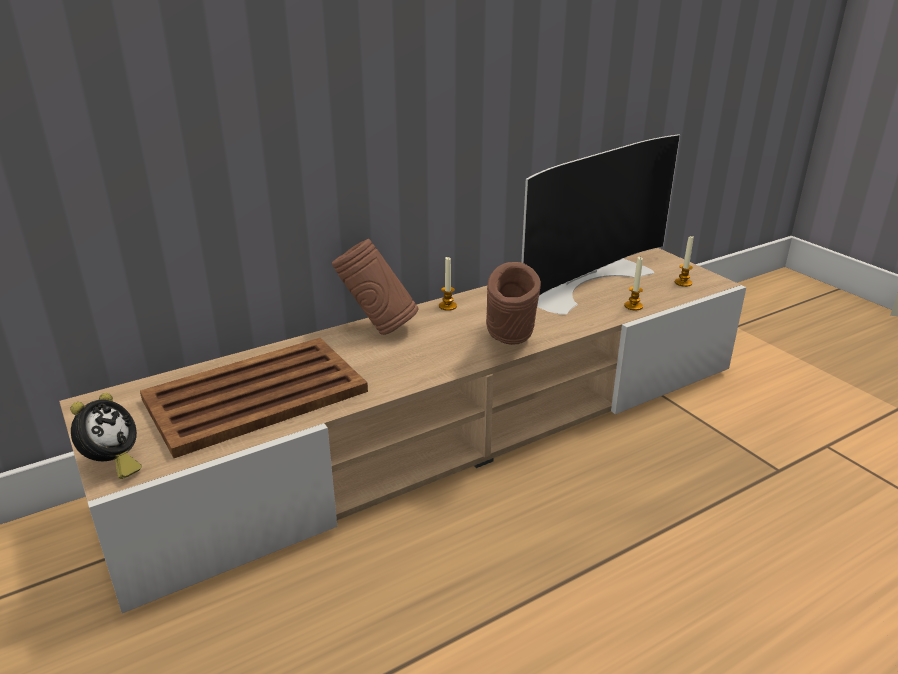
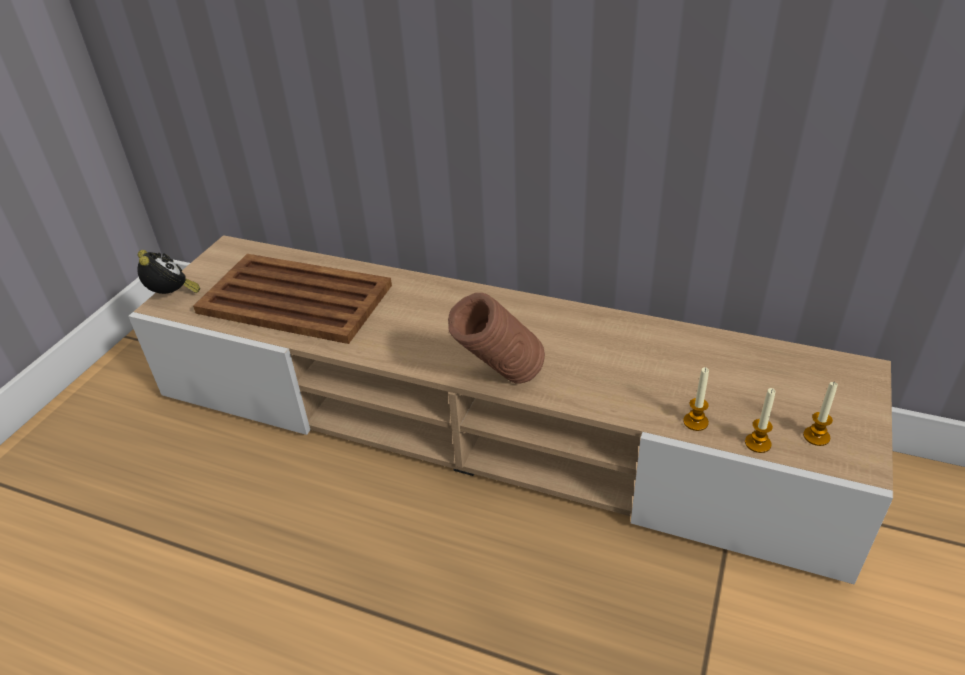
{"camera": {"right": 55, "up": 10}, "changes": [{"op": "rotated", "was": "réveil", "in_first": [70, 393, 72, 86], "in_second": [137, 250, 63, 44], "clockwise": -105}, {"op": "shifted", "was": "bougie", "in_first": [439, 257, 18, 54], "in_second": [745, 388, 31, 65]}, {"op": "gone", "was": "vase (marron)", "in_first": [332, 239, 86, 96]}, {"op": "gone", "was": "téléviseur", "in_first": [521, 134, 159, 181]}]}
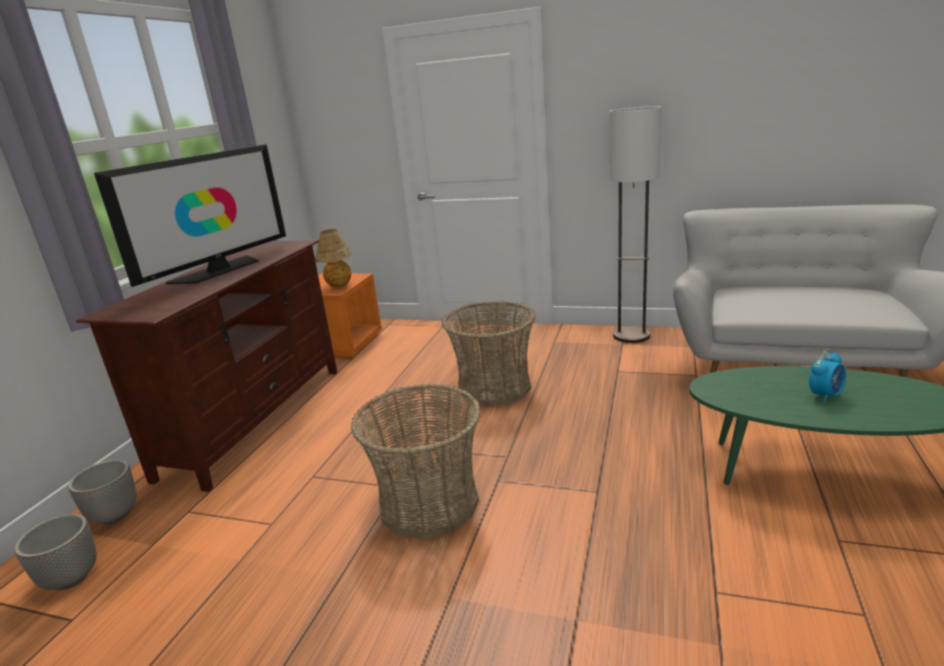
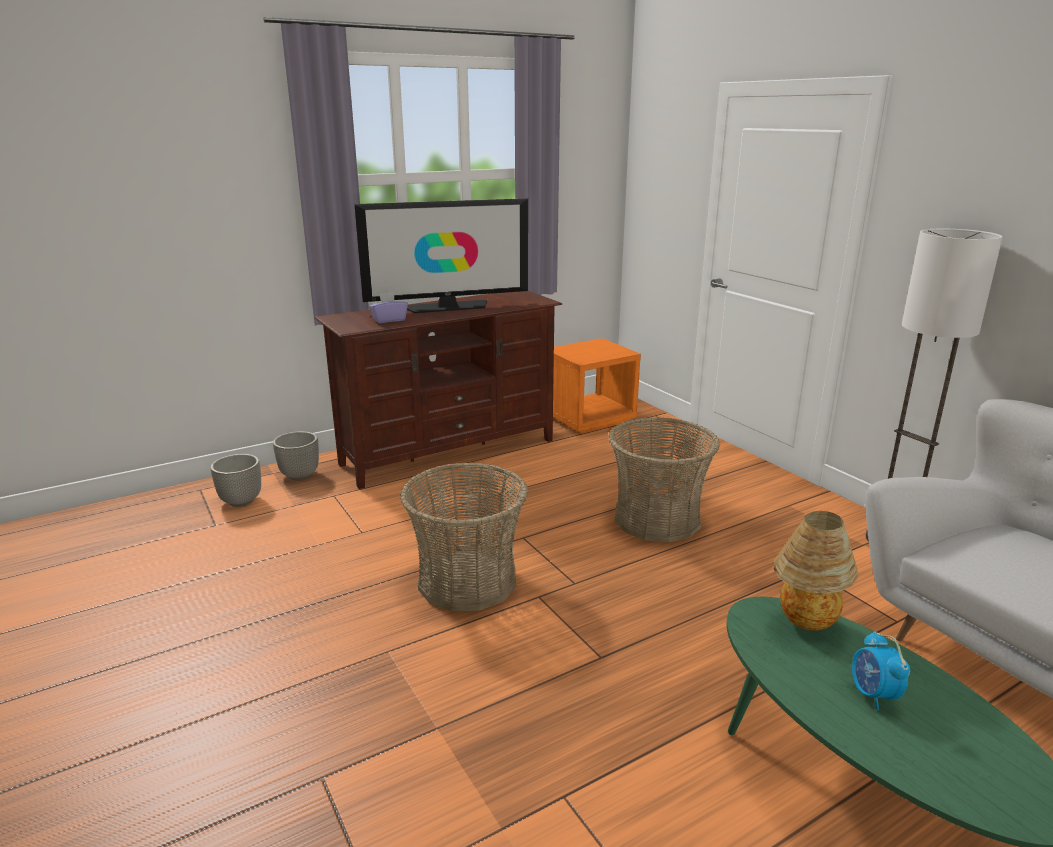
{"camera": {"right": 40, "up": 0}, "changes": [{"op": "new", "now": "boîte à mouchoirs (violet)", "in_second": [369, 292, 39, 31]}, {"op": "shifted", "was": "lampe de table", "in_first": [315, 229, 37, 59], "in_second": [774, 511, 84, 120]}, {"op": "rotated", "was": "réveil", "in_first": [809, 350, 37, 53], "in_second": [852, 631, 58, 79], "clockwise": 75}]}
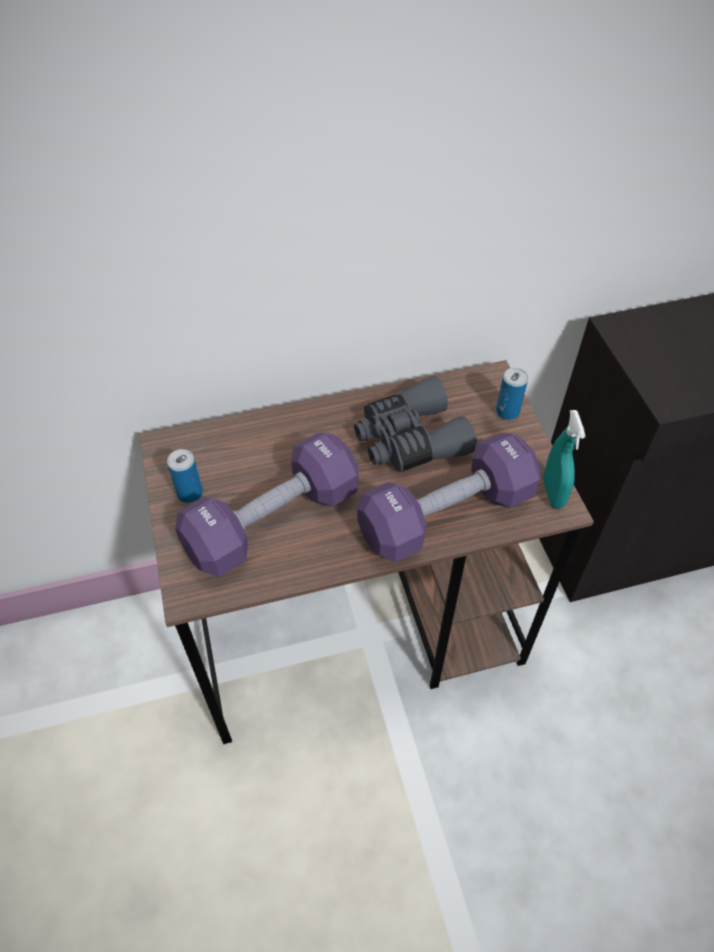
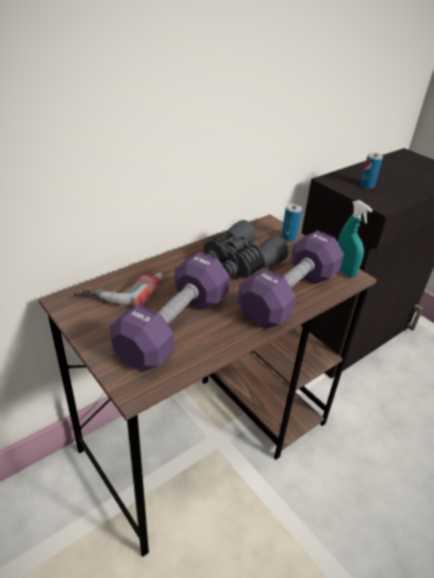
{"camera": {"right": -25, "up": -15}, "changes": [{"op": "new", "now": "perceuse", "in_second": [73, 273, 90, 34]}, {"op": "shifted", "was": "boîte métallique", "in_first": [167, 449, 36, 54], "in_second": [360, 153, 23, 35]}]}
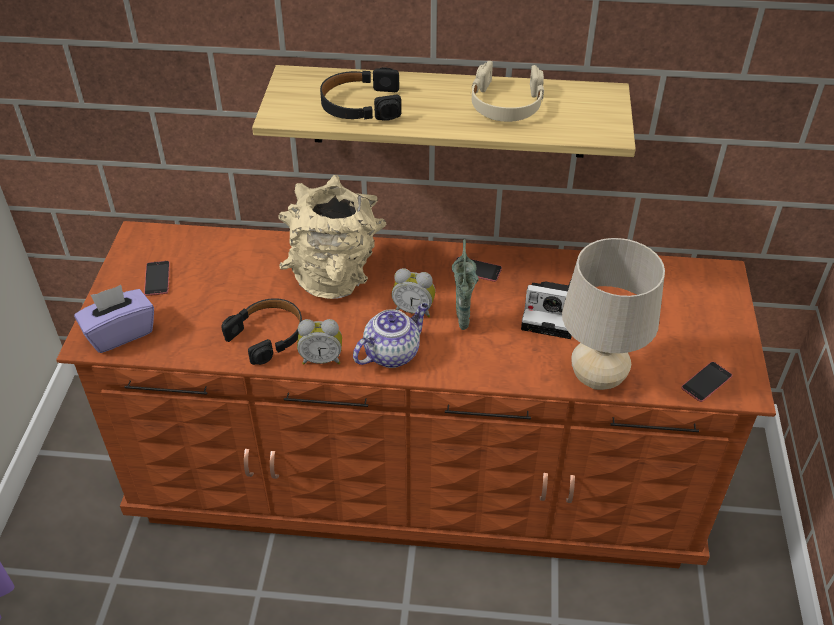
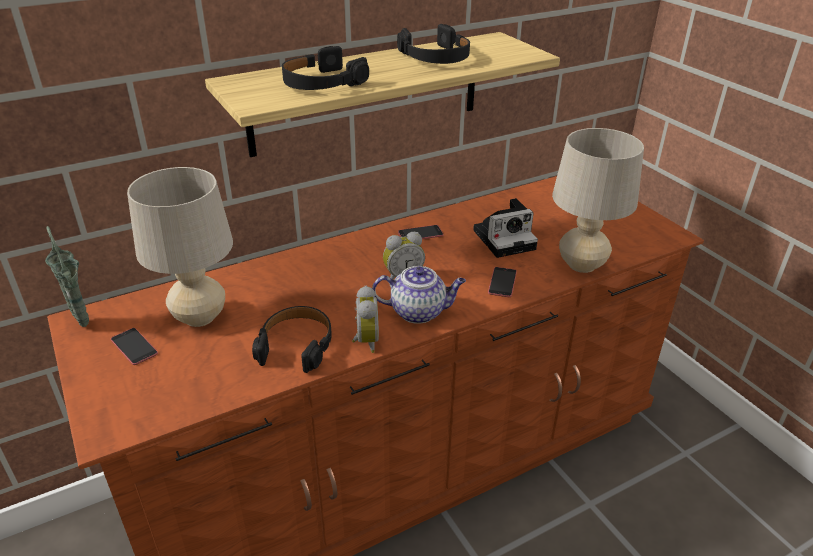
{"camera": {"right": -35, "up": -10}, "changes": [{"op": "shifted", "was": "vase (vert)", "in_first": [452, 239, 27, 91], "in_second": [45, 226, 44, 101]}, {"op": "new", "now": "lampe de table (beige)", "in_second": [127, 167, 106, 160]}, {"op": "rotated", "was": "réveil", "in_first": [297, 319, 45, 46], "in_second": [352, 286, 27, 67], "clockwise": -60}, {"op": "rotated", "was": "théière", "in_first": [353, 303, 75, 65], "in_second": [372, 266, 94, 58], "clockwise": 75}, {"op": "repainted", "was": "casque audio (beige)", "now": "casque audio (noir)", "in_first": [471, 61, 73, 61], "in_second": [397, 24, 73, 40]}, {"op": "shifted", "was": "téléphone", "in_first": [681, 362, 51, 40], "in_second": [488, 267, 29, 30]}, {"op": "gone", "was": "boîte à mouchoirs (violet)", "in_first": [74, 285, 80, 68]}, {"op": "gone", "was": "vase (beige)", "in_first": [279, 175, 107, 124]}]}
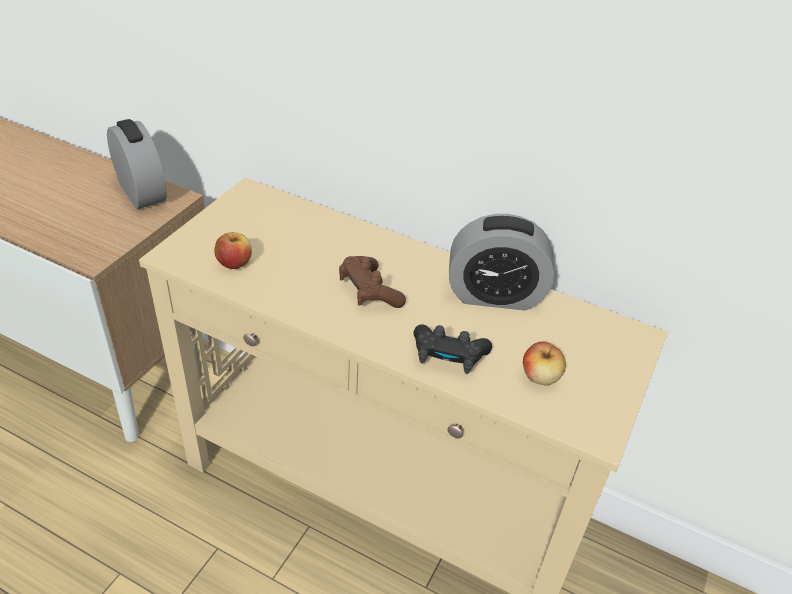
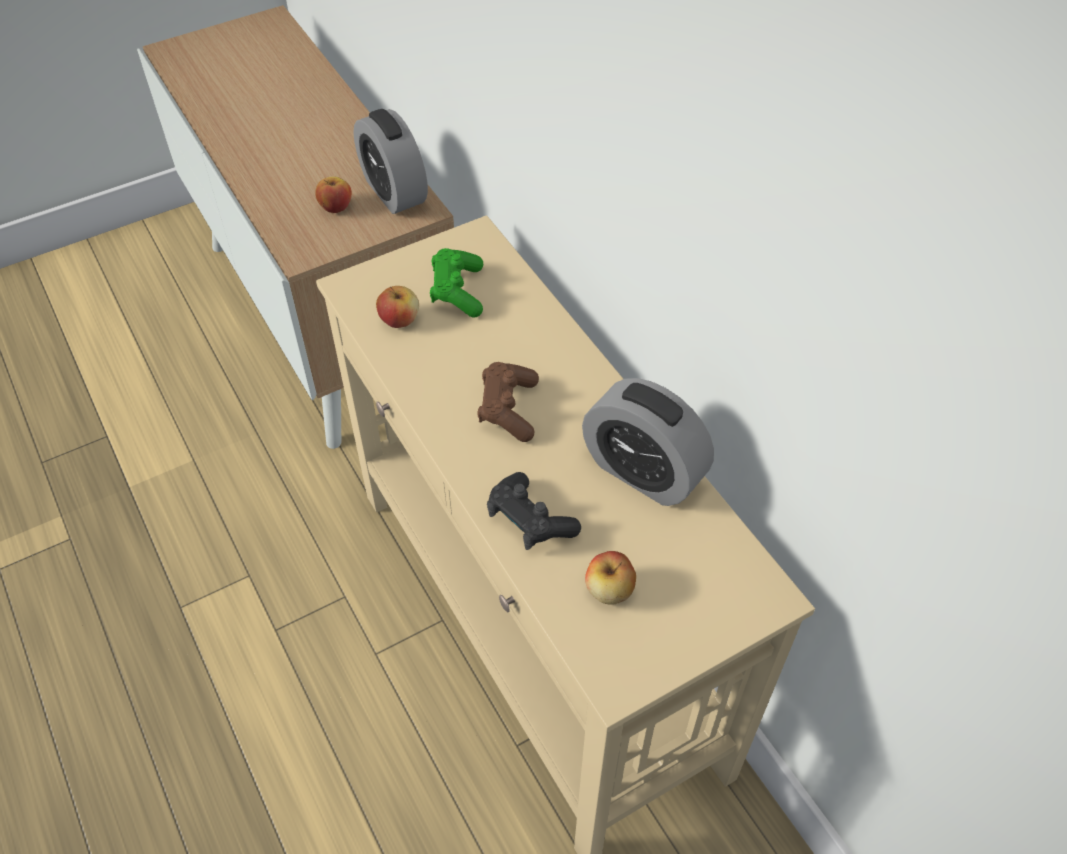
{"camera": {"right": 35, "up": 10}, "changes": [{"op": "new", "now": "pomme", "in_second": [315, 177, 37, 36]}, {"op": "rotated", "was": "réveil", "in_first": [107, 119, 60, 90], "in_second": [353, 109, 75, 105], "clockwise": 150}, {"op": "new", "now": "manette (vert)", "in_second": [430, 248, 53, 70]}]}
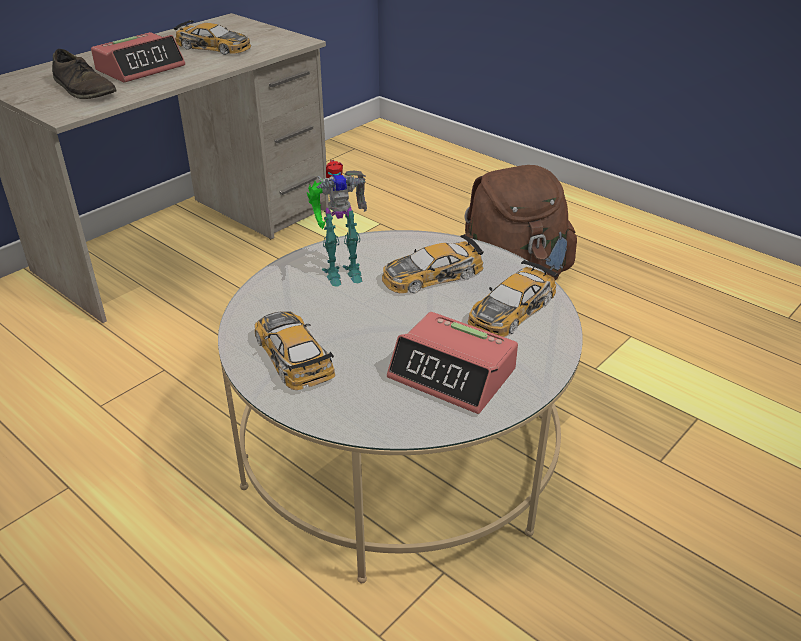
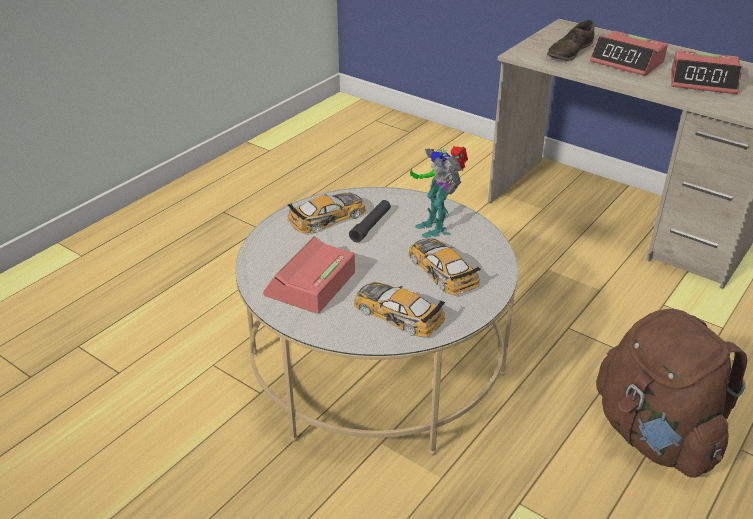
{"camera": {"right": 85, "up": 0}, "changes": [{"op": "new", "now": "lampe de poche (noir)", "in_second": [349, 200, 42, 43]}, {"op": "swapped", "was": "petite voiture", "now": "réveil", "in_first": [174, 20, 77, 35], "in_second": [671, 50, 72, 44]}]}
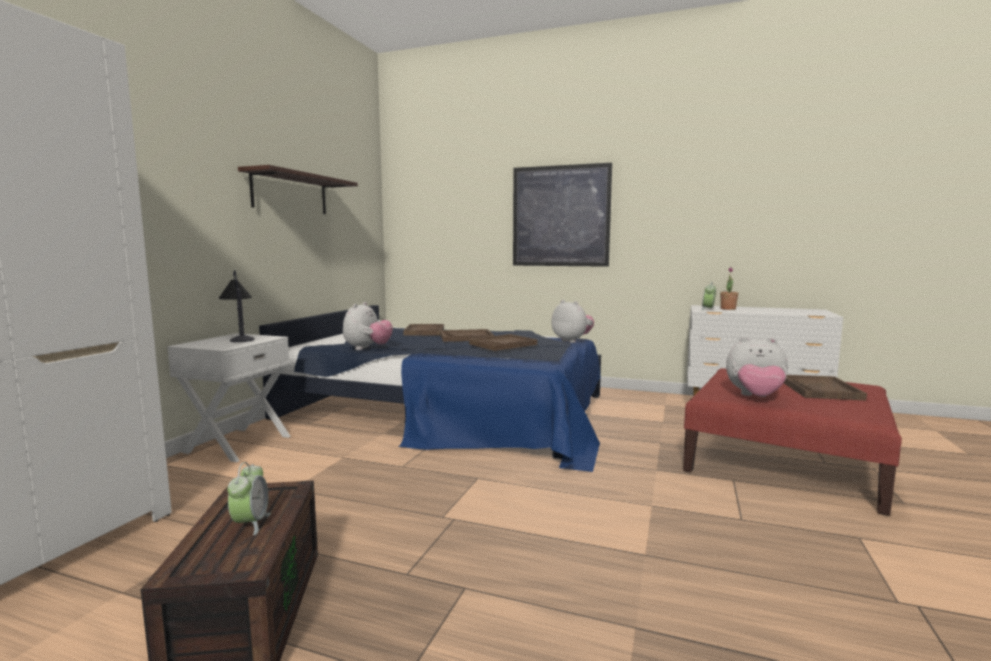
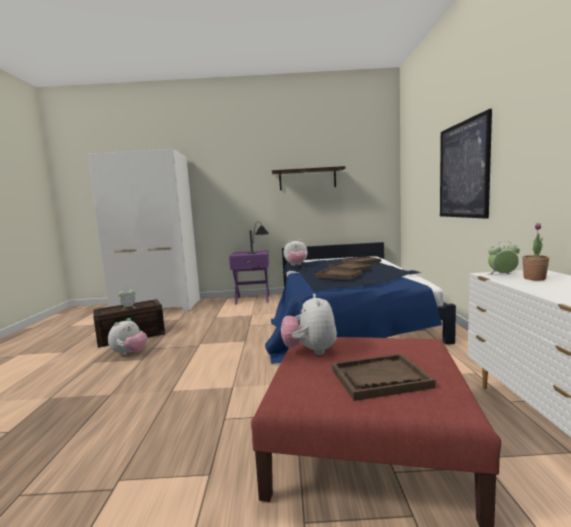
{"camera": {"right": 70, "up": 0}, "changes": [{"op": "shifted", "was": "peluche", "in_first": [551, 300, 43, 43], "in_second": [108, 318, 39, 38]}, {"op": "repainted", "was": "table de chevet (blanc)", "now": "table de chevet (violet)", "in_first": [167, 333, 124, 129], "in_second": [229, 250, 40, 54]}]}
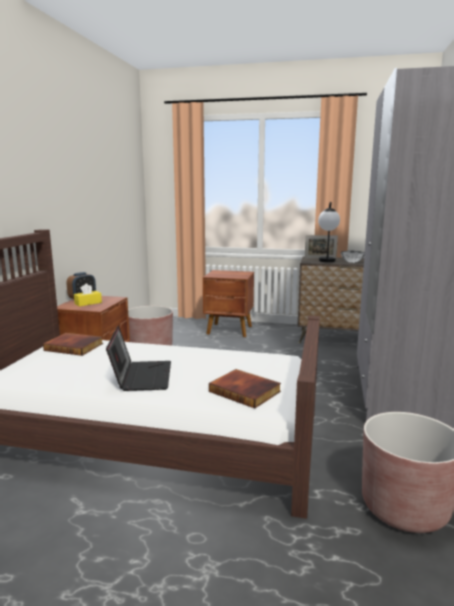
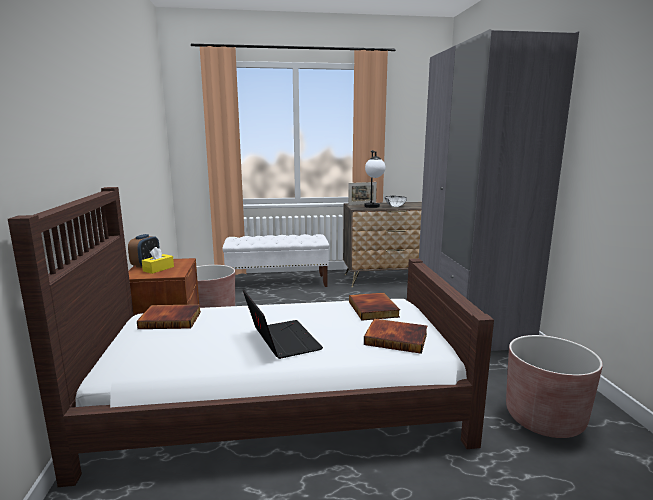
{"camera": {"right": -20, "up": 0}, "changes": [{"op": "swapped", "was": "table de chevet (marron)", "now": "banc (blanc)", "in_first": [203, 270, 51, 67], "in_second": [222, 234, 107, 53]}, {"op": "new", "now": "livre", "in_second": [349, 293, 51, 28]}]}
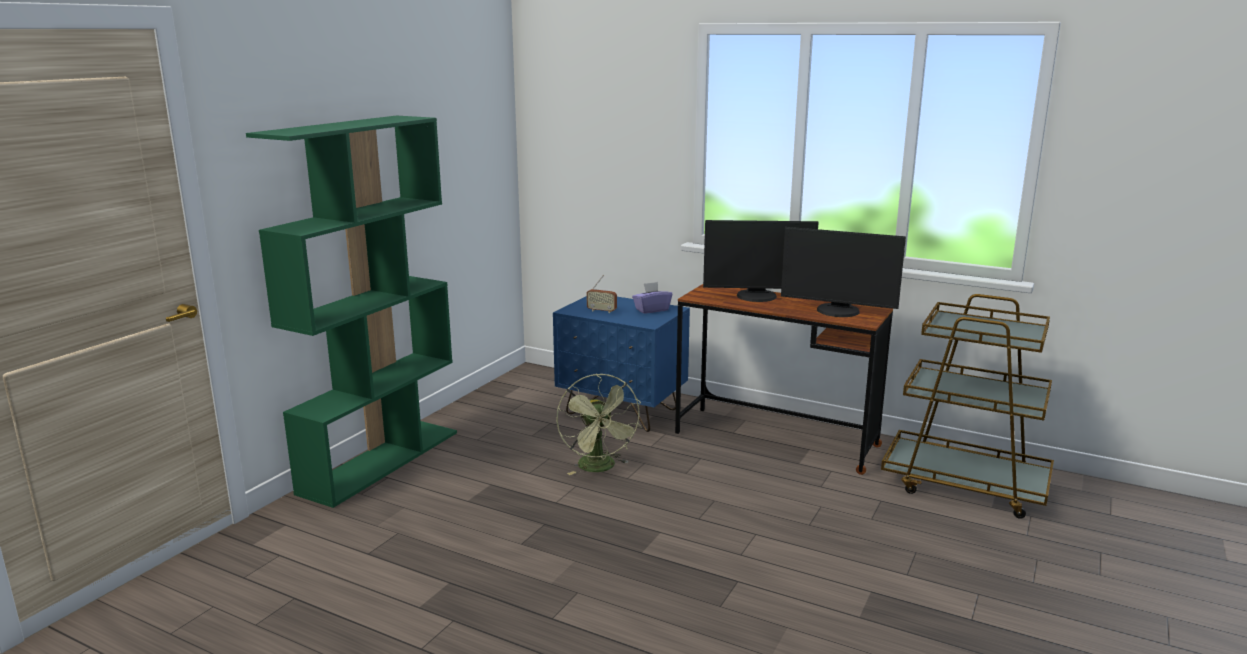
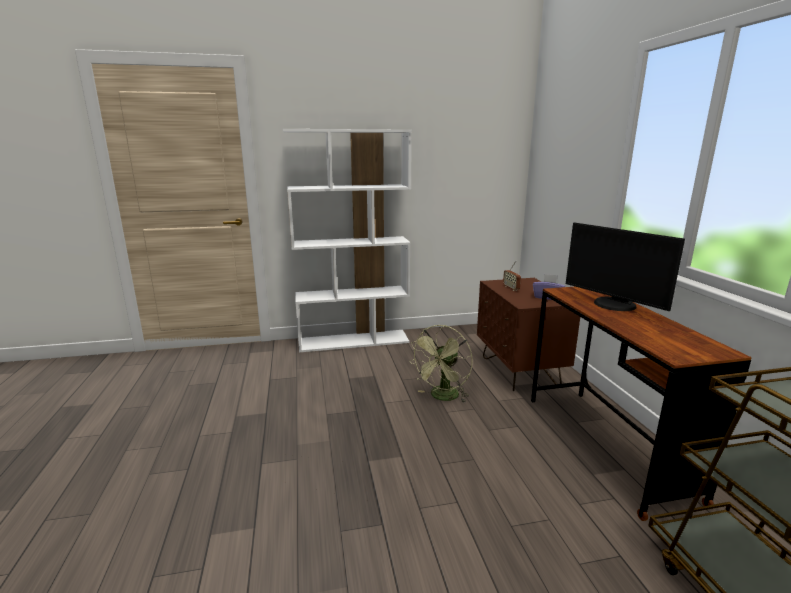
{"camera": {"right": 50, "up": 0}, "changes": [{"op": "repainted", "was": "bibliothèque (vert)", "now": "bibliothèque (blanc)", "in_first": [246, 116, 211, 392], "in_second": [283, 129, 129, 223]}, {"op": "repainted", "was": "table de chevet (bleu)", "now": "table de chevet (marron)", "in_first": [553, 296, 137, 136], "in_second": [477, 278, 103, 113]}, {"op": "gone", "was": "écran d'ordinateur", "in_first": [781, 227, 125, 90]}]}
